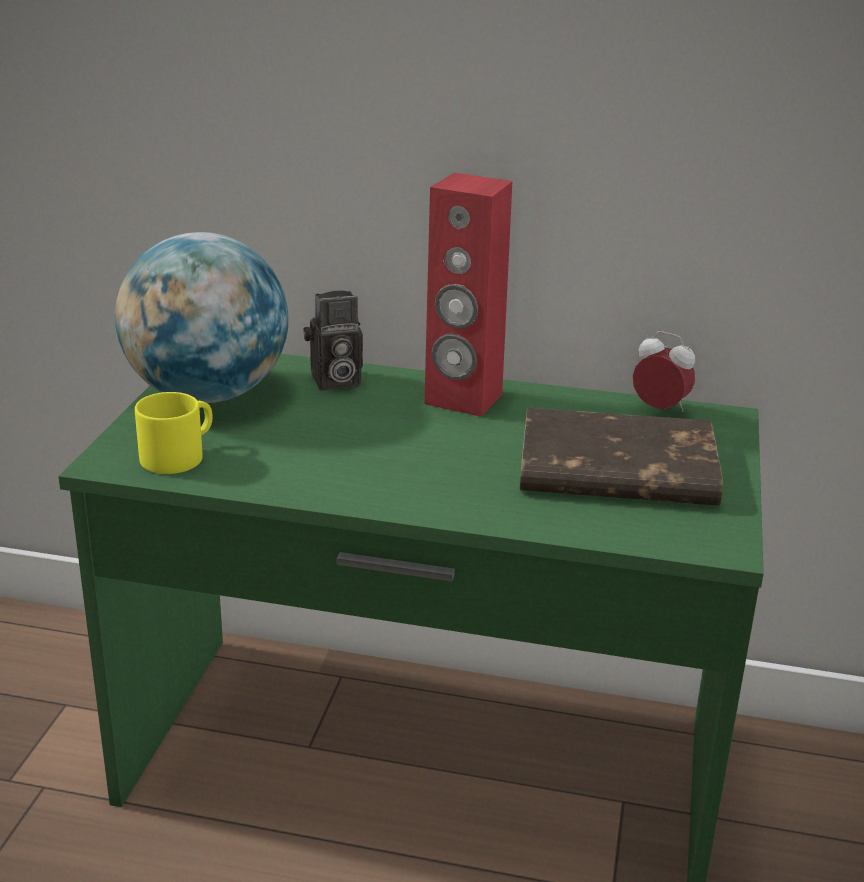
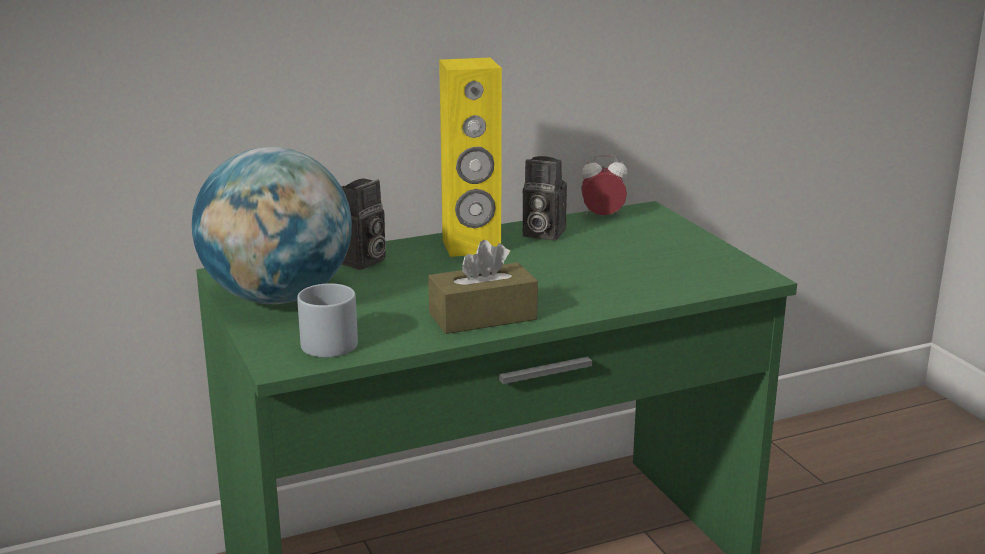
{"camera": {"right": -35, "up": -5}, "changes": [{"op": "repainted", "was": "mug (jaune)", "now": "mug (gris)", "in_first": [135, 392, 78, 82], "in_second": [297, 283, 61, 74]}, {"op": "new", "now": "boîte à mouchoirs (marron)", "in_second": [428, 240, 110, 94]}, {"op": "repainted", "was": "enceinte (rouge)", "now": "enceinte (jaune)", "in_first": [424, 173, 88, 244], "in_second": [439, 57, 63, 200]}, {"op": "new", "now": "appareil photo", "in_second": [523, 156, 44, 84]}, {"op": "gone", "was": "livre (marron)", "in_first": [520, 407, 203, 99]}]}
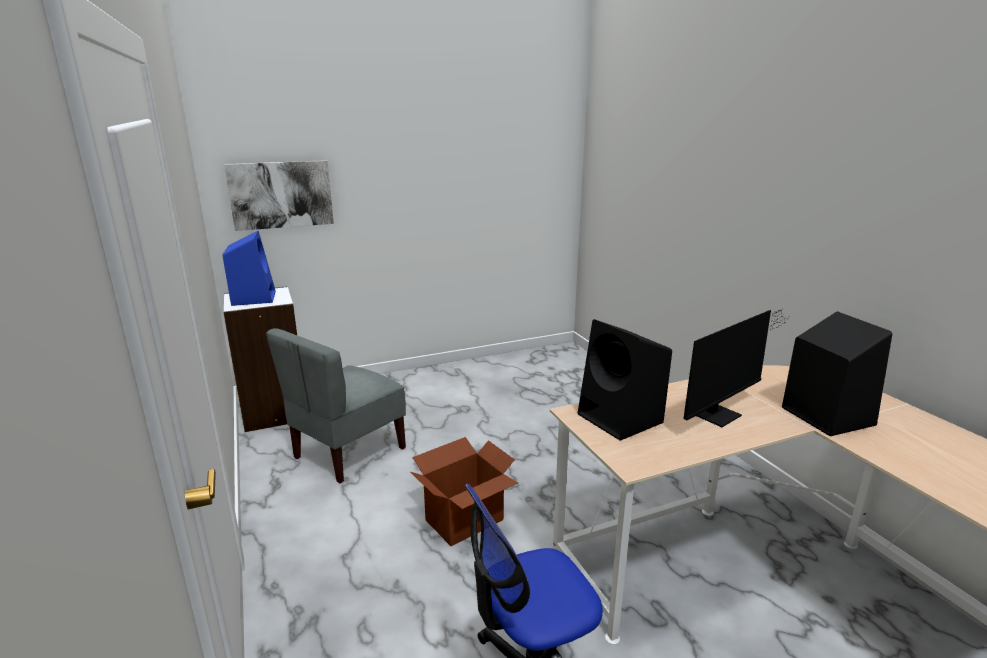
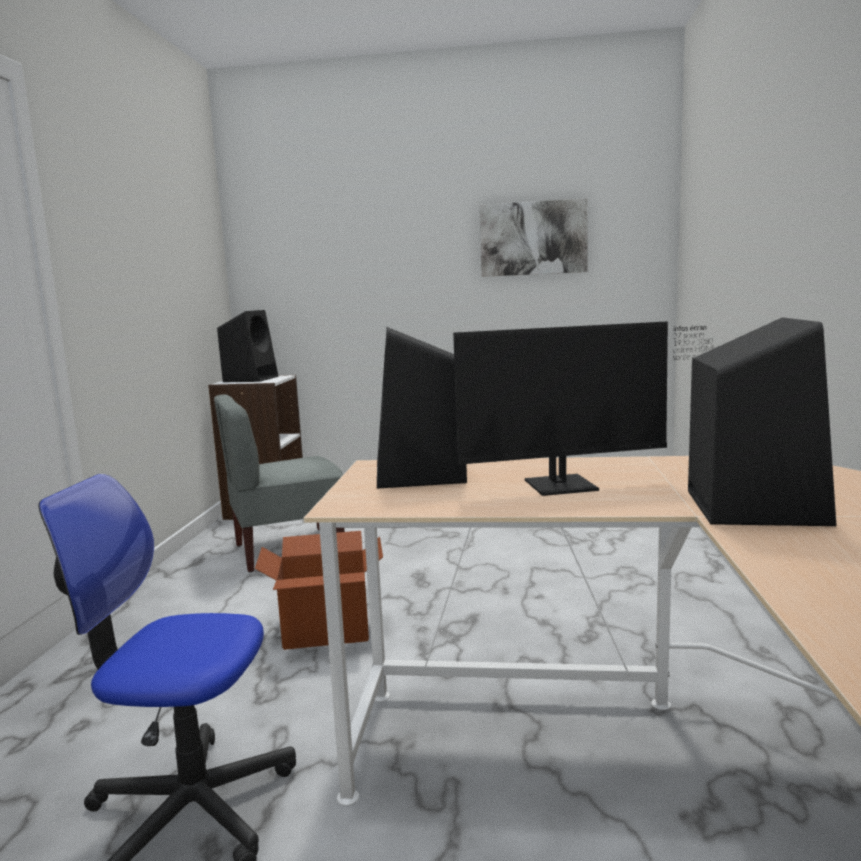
{"camera": {"right": 30, "up": -10}, "changes": [{"op": "repainted", "was": "enceinte (bleu)", "now": "enceinte (noir)", "in_first": [222, 231, 54, 75], "in_second": [217, 310, 61, 72]}, {"op": "shifted", "was": "tableau", "in_first": [224, 160, 110, 71], "in_second": [480, 198, 108, 79]}]}
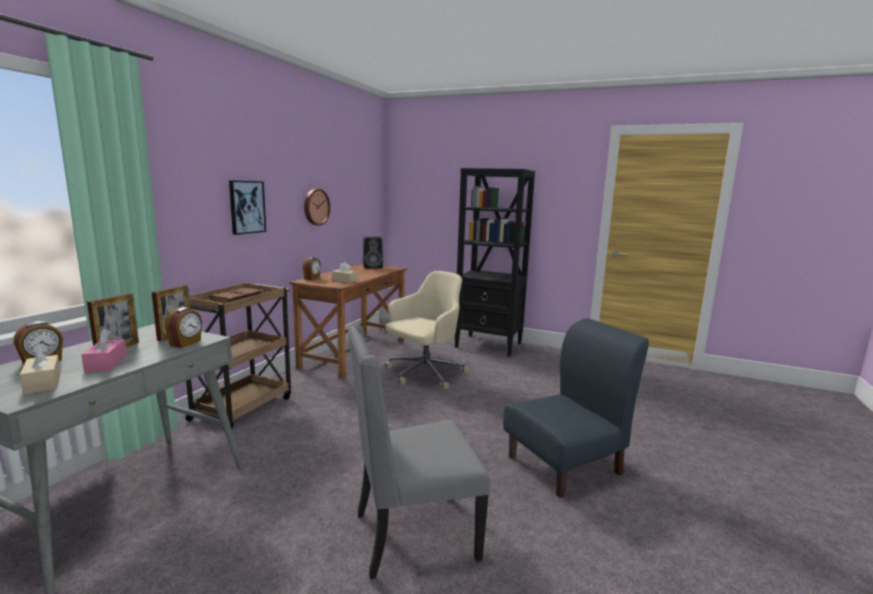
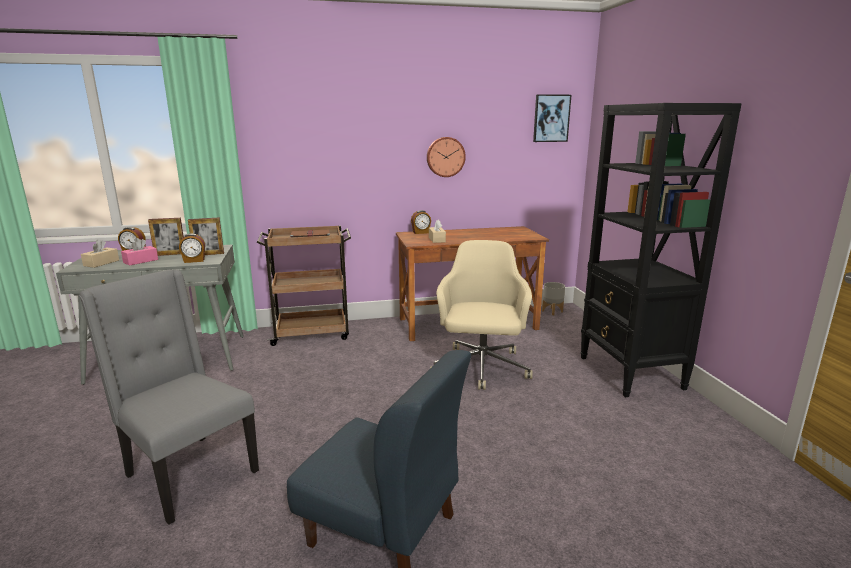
{"camera": {"right": 55, "up": 5}, "changes": [{"op": "rotated", "was": "chaise de bureau (beige)", "in_first": [384, 271, 85, 119], "in_second": [430, 240, 103, 150], "clockwise": -90}, {"op": "shifted", "was": "tableau", "in_first": [229, 180, 37, 55], "in_second": [533, 94, 38, 48]}, {"op": "gone", "was": "enceinte (noir)", "in_first": [363, 236, 20, 32]}]}
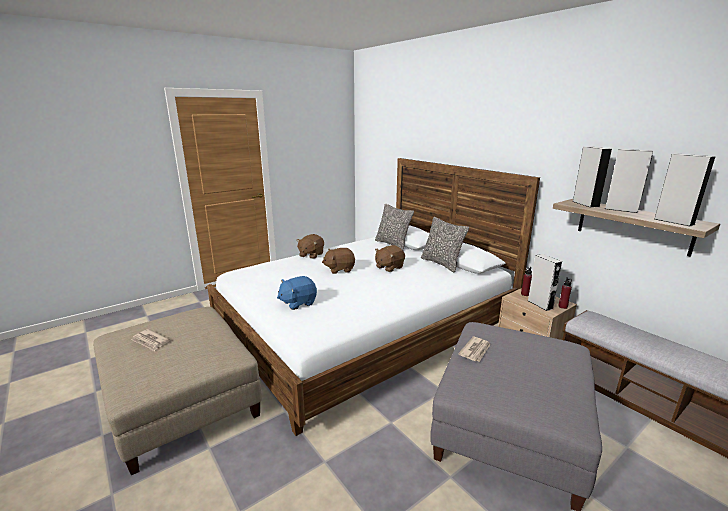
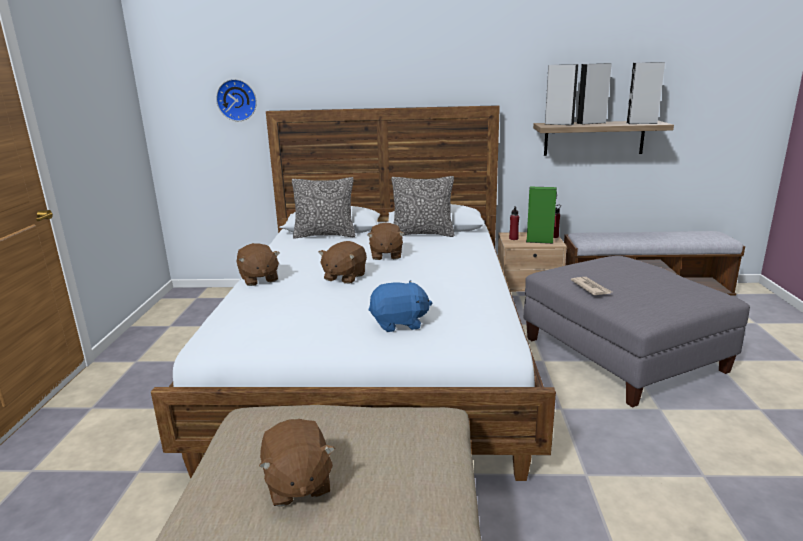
{"camera": {"right": -50, "up": 0}, "changes": [{"op": "new", "now": "horloge murale", "in_second": [216, 79, 41, 42]}, {"op": "swapped", "was": "journal", "now": "peluche (marron)", "in_first": [131, 329, 39, 22], "in_second": [259, 419, 76, 88]}, {"op": "rotated", "was": "peluche (bleu)", "in_first": [277, 276, 40, 34], "in_second": [369, 280, 63, 52], "clockwise": -105}, {"op": "repainted", "was": "enceinte (gris)", "now": "enceinte (vert)", "in_first": [528, 254, 34, 57], "in_second": [526, 187, 31, 57]}]}
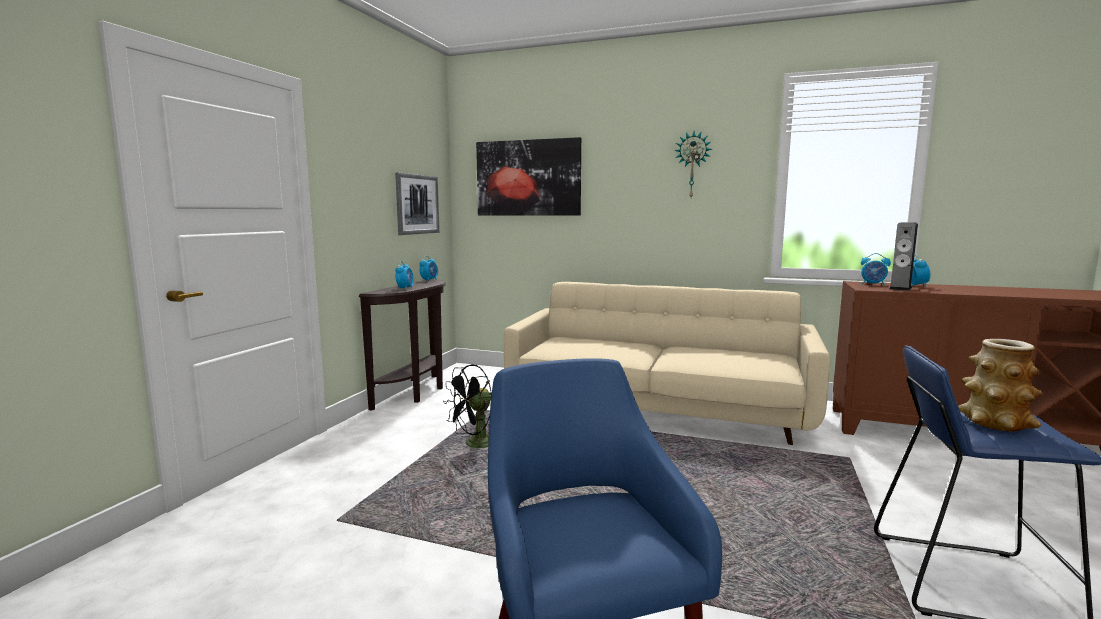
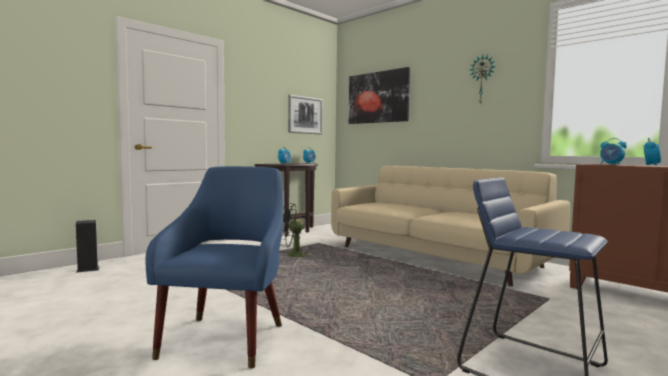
{"camera": {"right": 25, "up": -5}, "changes": [{"op": "shifted", "was": "enceinte", "in_first": [889, 222, 29, 69], "in_second": [76, 220, 24, 53]}, {"op": "gone", "was": "vase", "in_first": [958, 339, 85, 93]}]}
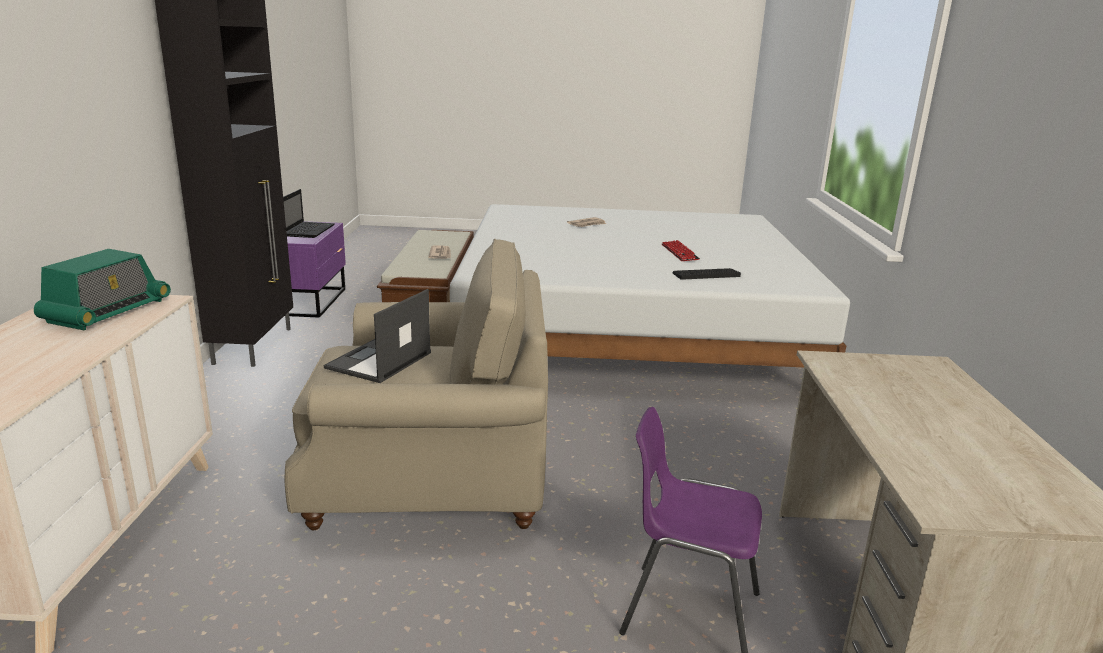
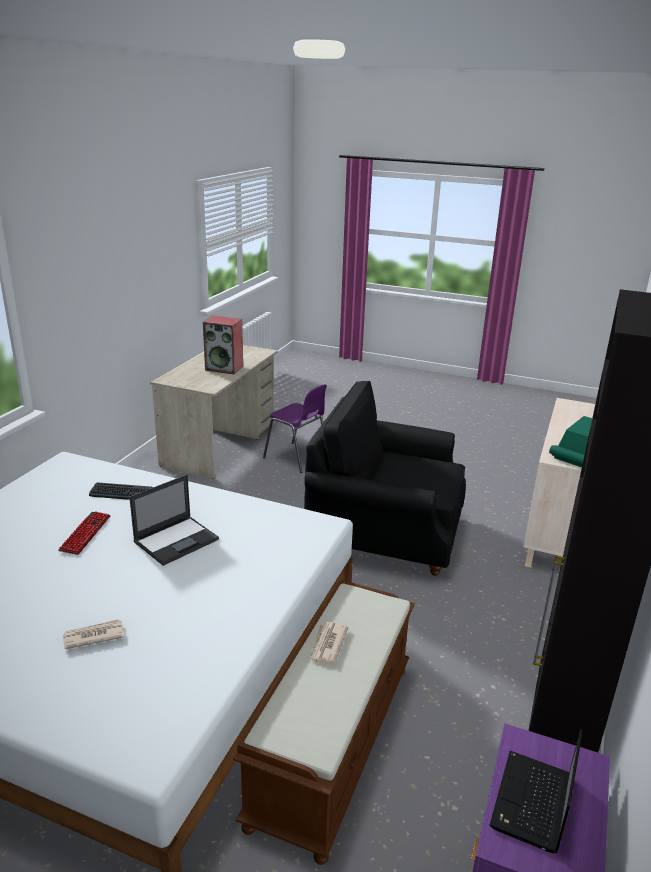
{"camera": {"right": -160, "up": 5}, "changes": [{"op": "shifted", "was": "ordinateur portable", "in_first": [324, 289, 107, 94], "in_second": [129, 475, 90, 91]}, {"op": "new", "now": "enceinte", "in_second": [203, 316, 40, 58]}, {"op": "repainted", "was": "fauteuil (beige)", "now": "fauteuil (noir)", "in_first": [285, 239, 263, 291], "in_second": [304, 381, 162, 195]}]}
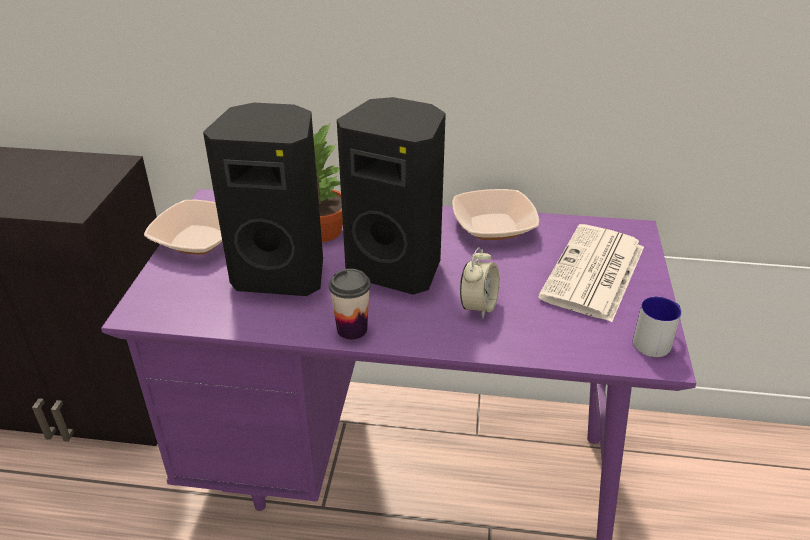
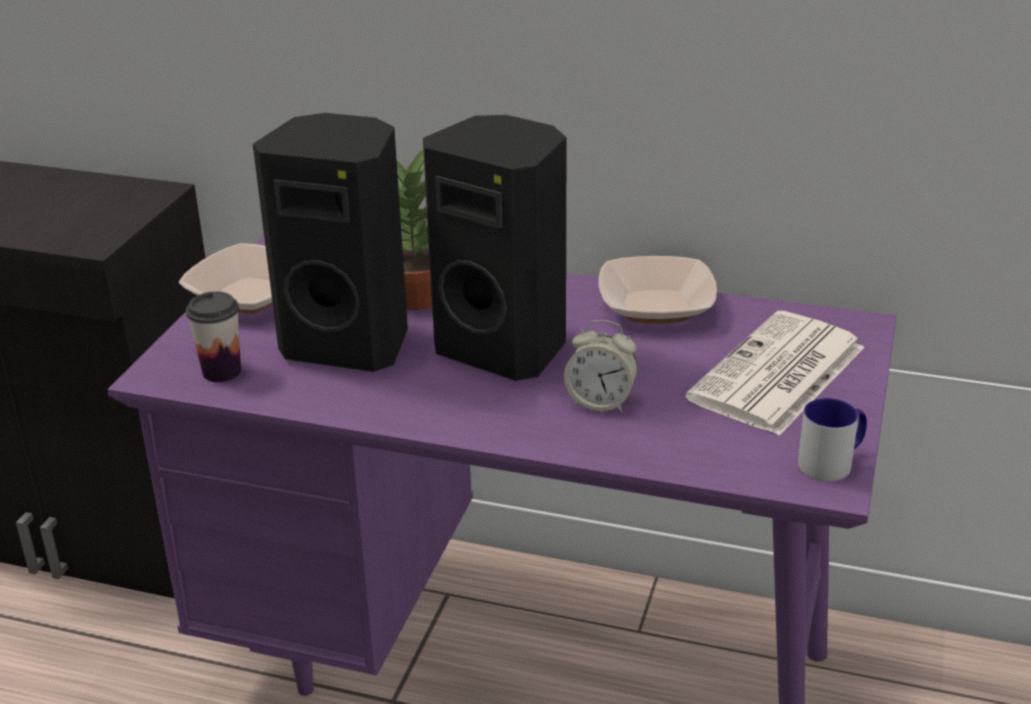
{"camera": {"right": 10, "up": -5}, "changes": [{"op": "shifted", "was": "tasse", "in_first": [329, 269, 42, 71], "in_second": [186, 291, 55, 91]}, {"op": "rotated", "was": "réveil", "in_first": [460, 247, 39, 72], "in_second": [564, 320, 74, 93], "clockwise": 75}]}
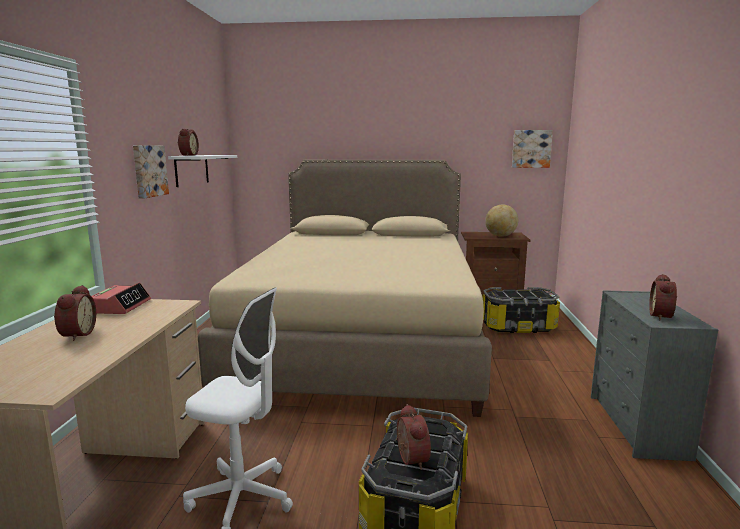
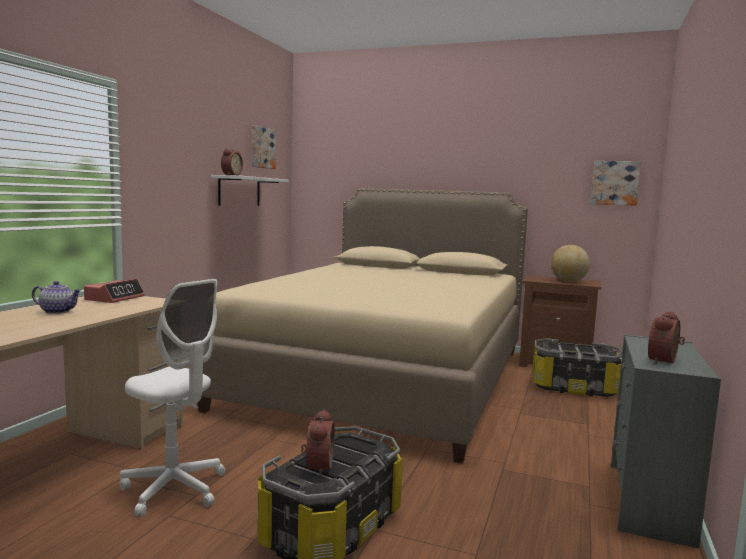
{"camera": {"right": 15, "up": -5}, "changes": [{"op": "swapped", "was": "réveil", "now": "théière", "in_first": [54, 285, 42, 56], "in_second": [32, 281, 50, 33]}, {"op": "shifted", "was": "tableau", "in_first": [133, 145, 36, 54], "in_second": [252, 126, 24, 43]}]}
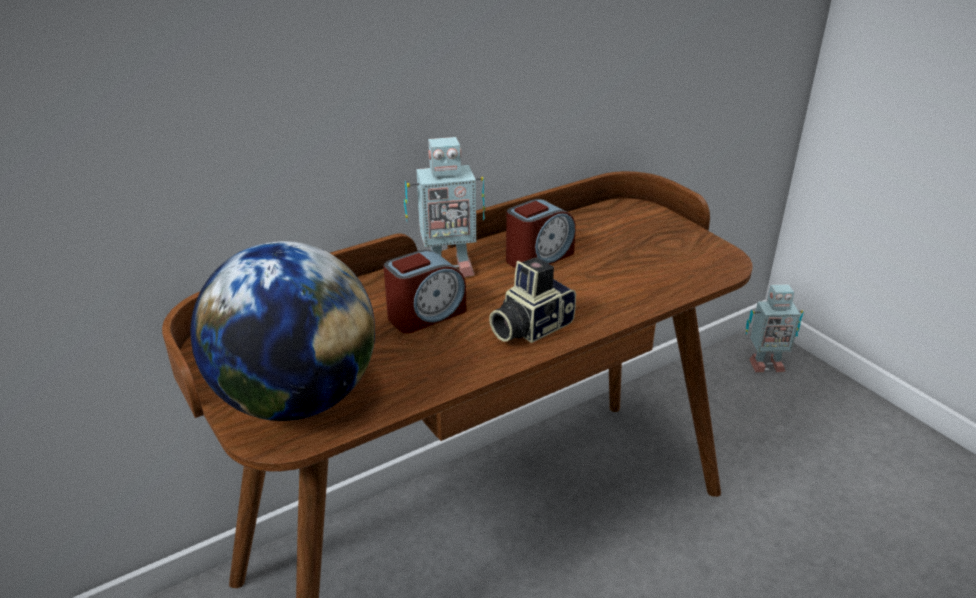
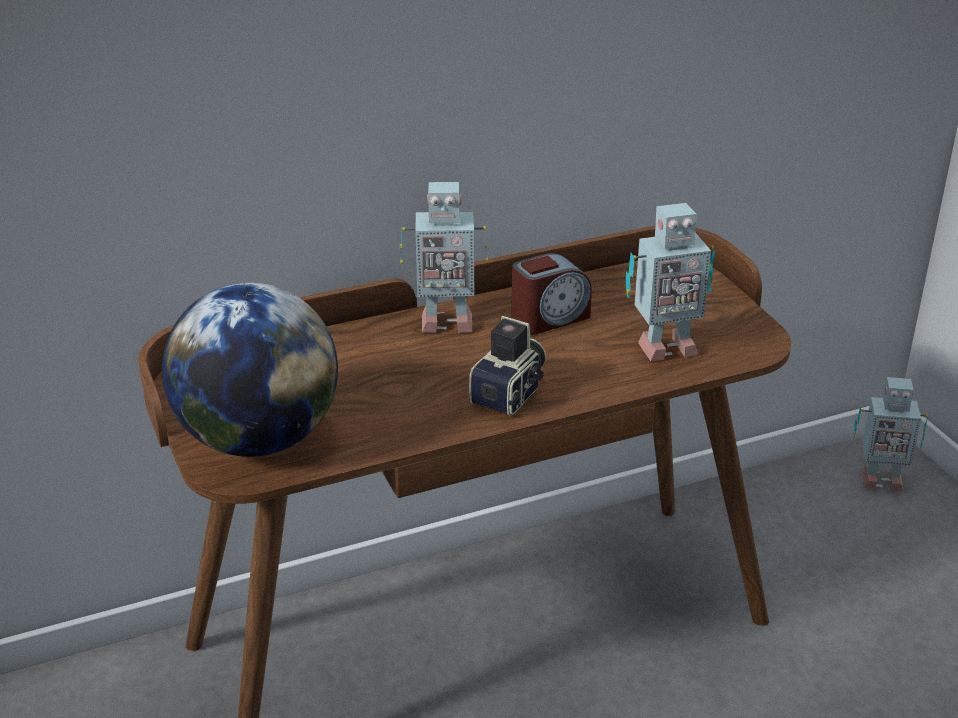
{"camera": {"right": 10, "up": 0}, "changes": [{"op": "rotated", "was": "appareil photo", "in_first": [489, 257, 87, 86], "in_second": [469, 316, 77, 100], "clockwise": 150}, {"op": "new", "now": "robot jouet", "in_second": [626, 203, 90, 158]}, {"op": "gone", "was": "réveil", "in_first": [384, 250, 82, 83]}]}
